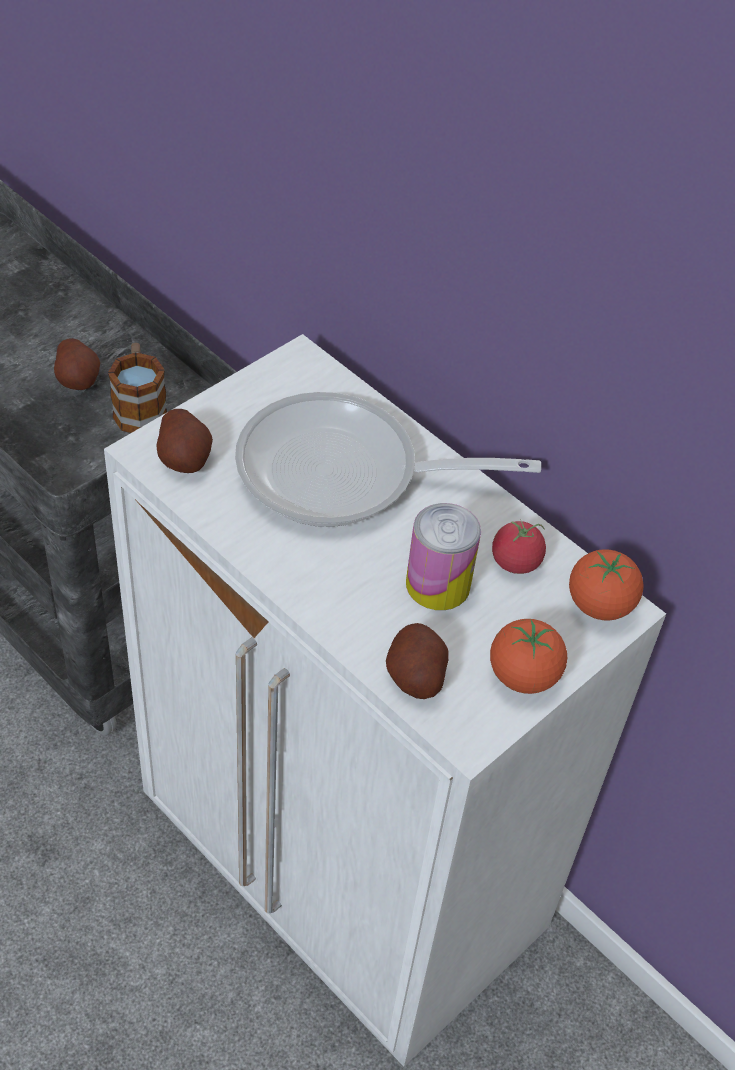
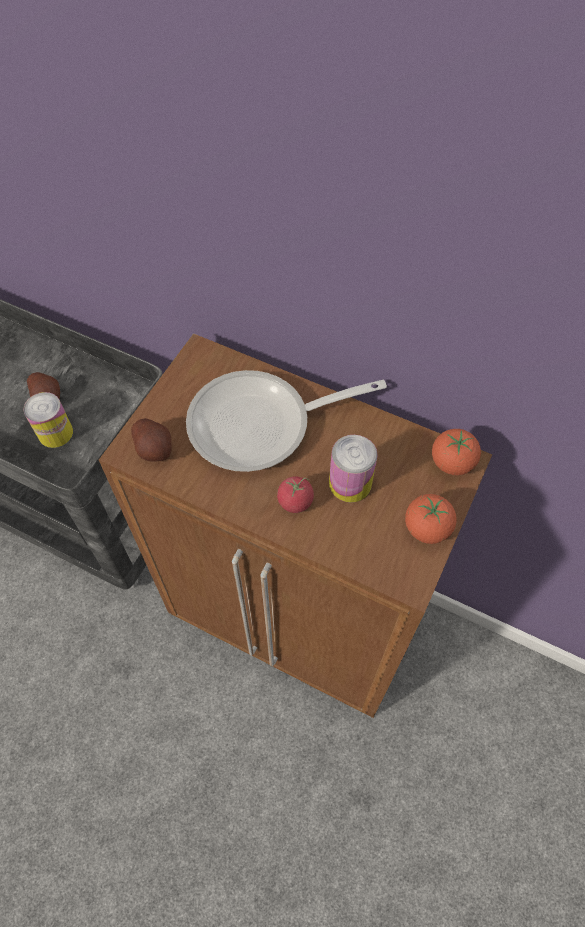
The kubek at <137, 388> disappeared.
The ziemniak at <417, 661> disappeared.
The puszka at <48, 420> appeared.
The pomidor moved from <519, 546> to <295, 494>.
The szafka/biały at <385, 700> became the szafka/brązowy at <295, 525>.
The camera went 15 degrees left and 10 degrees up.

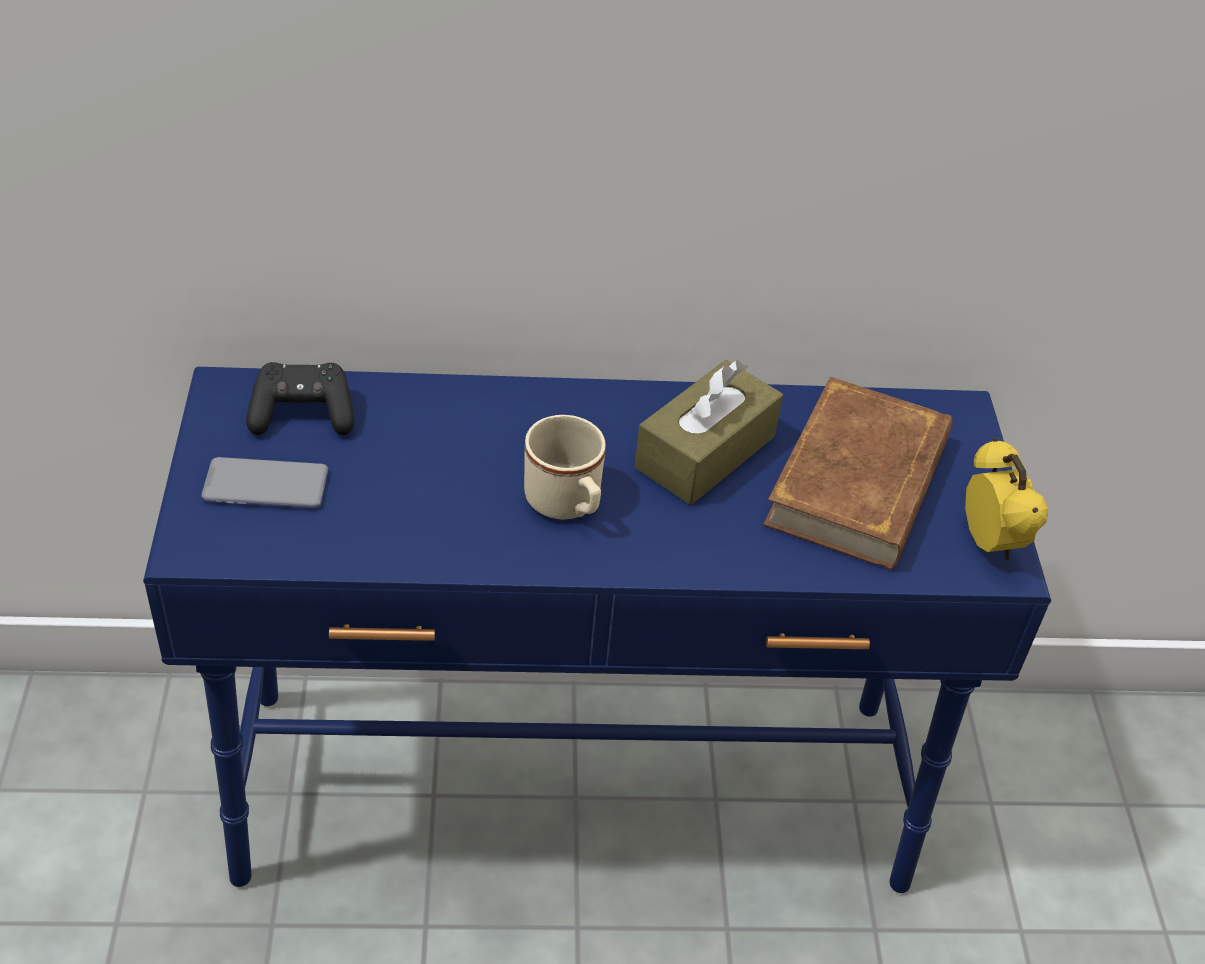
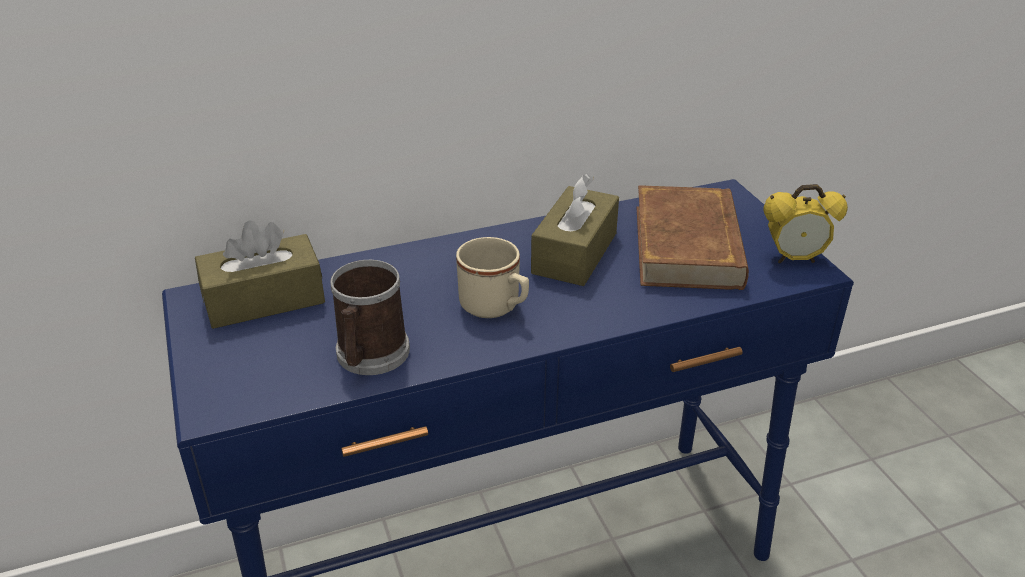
The telefon at <264, 482> disappeared.
The kubek at <370, 317> appeared.
The pad do gier/czarny at <300, 398> was replaced by the pudełko chusteczek/brązowy at <260, 274>.
The budzik at <1006, 499> turned 120 degrees clockwise.
The camera went 15 degrees left and 10 degrees down.

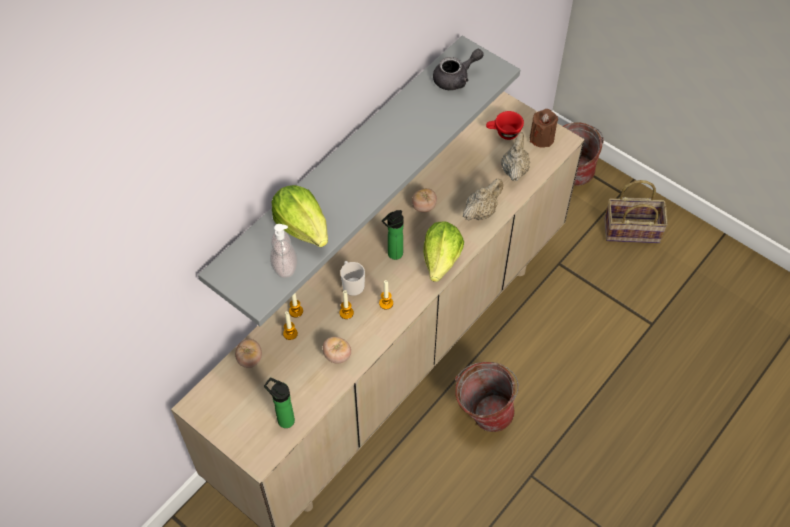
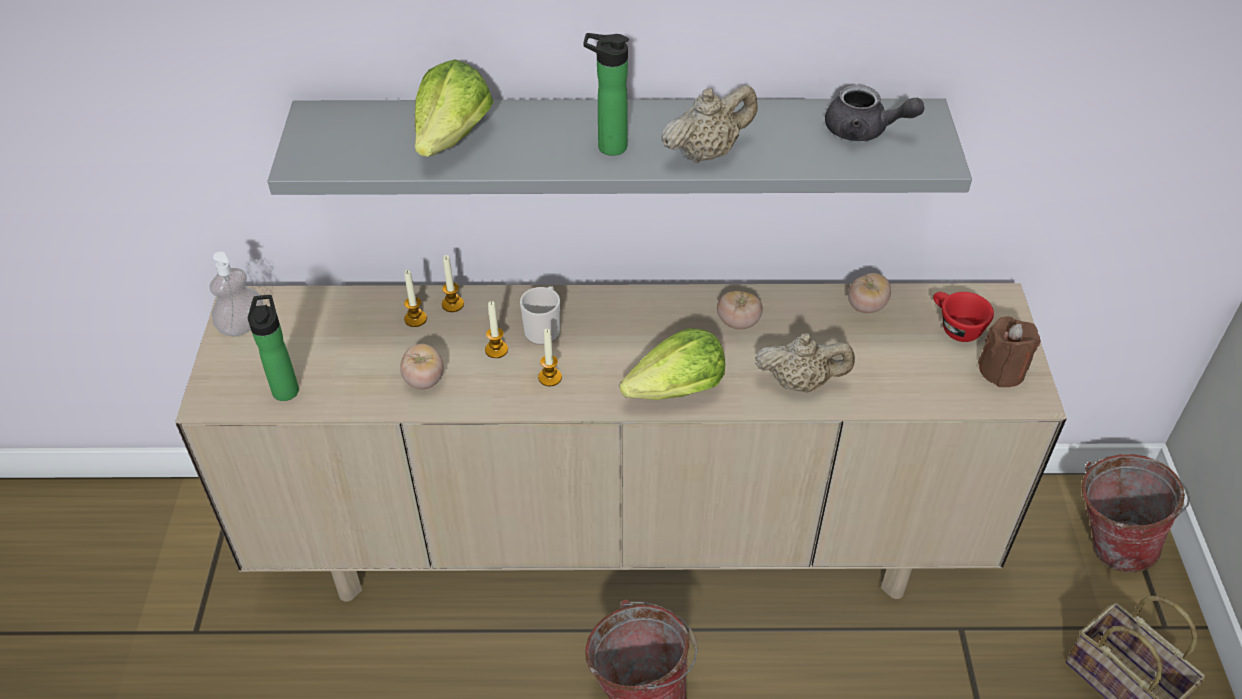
The pomidor moved from <248, 353> to <869, 293>.
The dozownik mydła moved from <284, 251> to <236, 294>.
The butelka moved from <393, 235> to <606, 94>.
The imbryk/beżowy moved from <515, 156> to <709, 124>.
The camera went 50 degrees right and 10 degrees down.

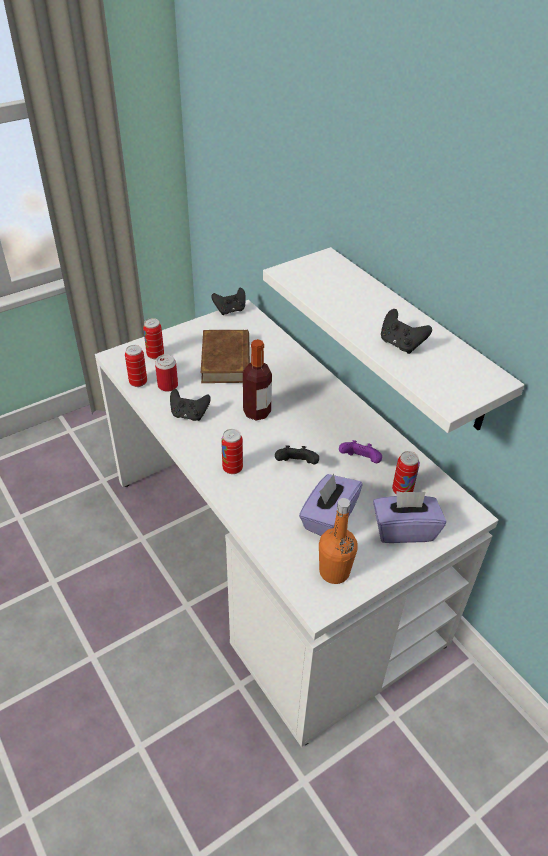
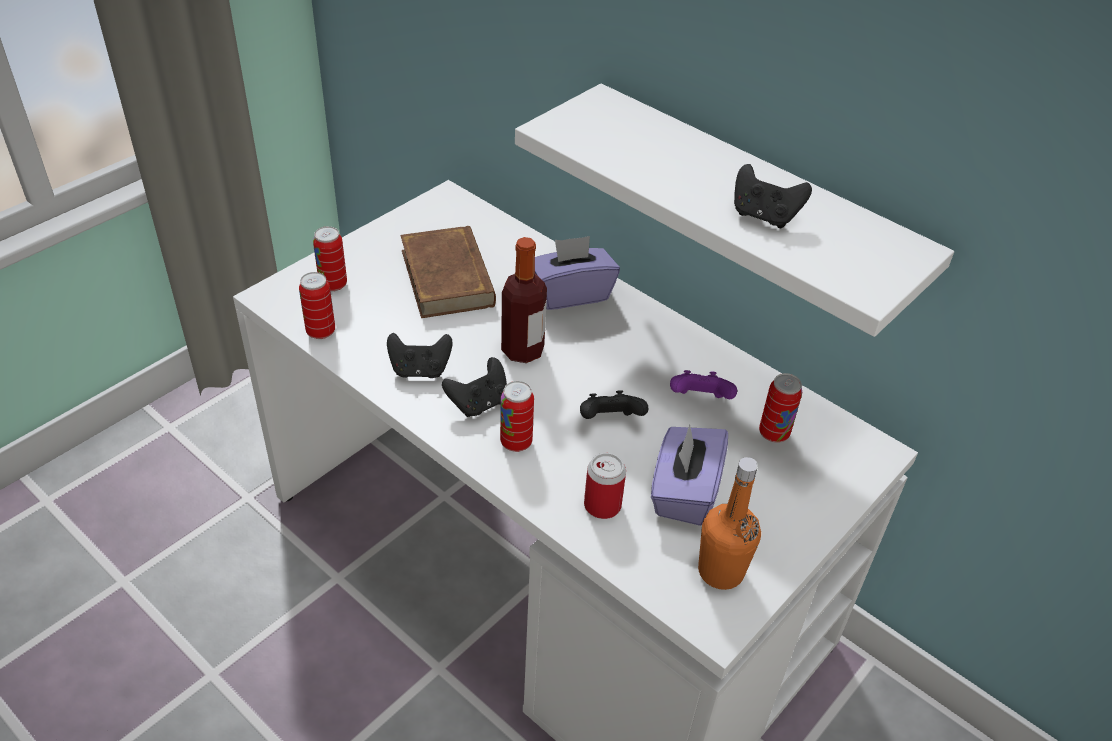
The puszka moved from <166, 373> to <605, 486>.
The pad do gier/czarny moved from <228, 301> to <474, 387>.
The pudełko chusteczek/fioletowy moved from <409, 517> to <577, 273>.
The camera went 15 degrees left and 0 degrees up.

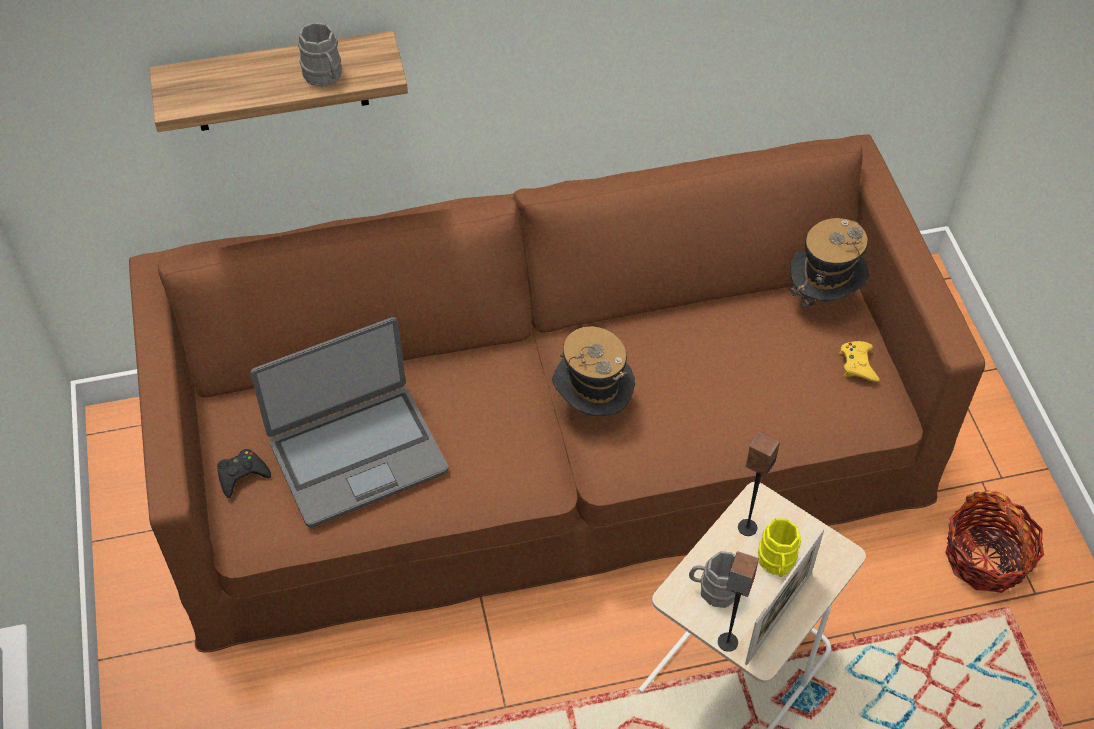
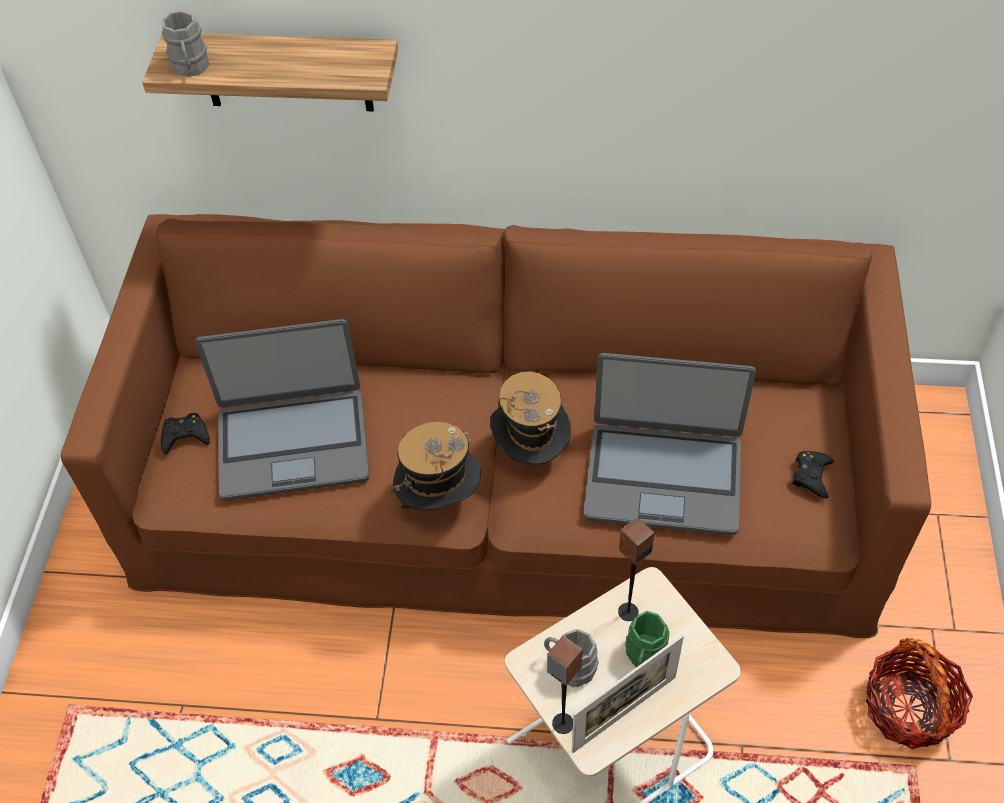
The laptop at <670, 444> appeared.
The kubek/szary moved from <320, 54> to <185, 44>.
The kapelusz moved from <830, 271> to <435, 474>.
The kubek/żółty at <779, 547> became the kubek/zielony at <647, 639>.
The pad do gier/żółty at <859, 361> became the pad do gier/czarny at <813, 474>.
The camera went 20 degrees right and 0 degrees up.

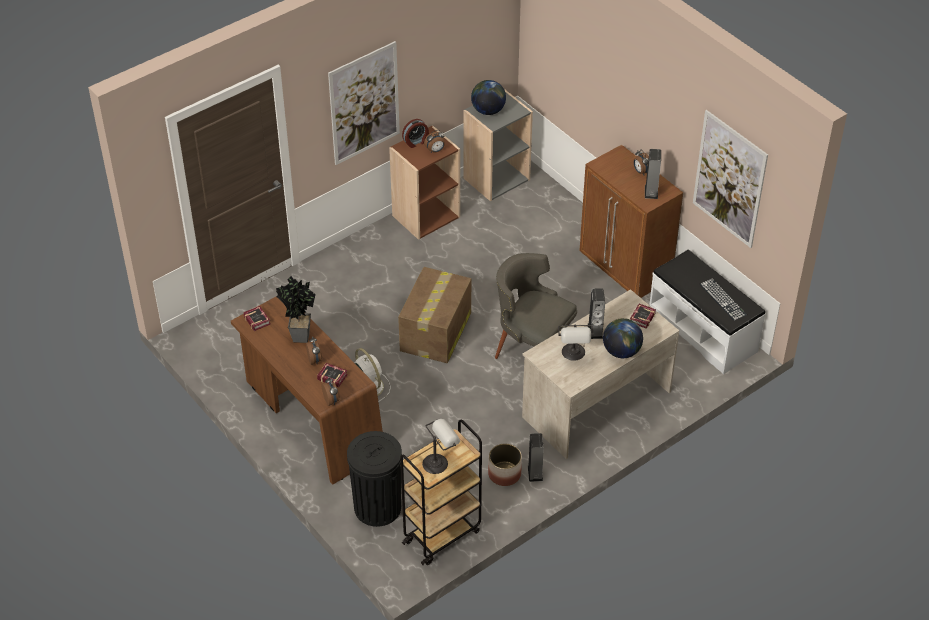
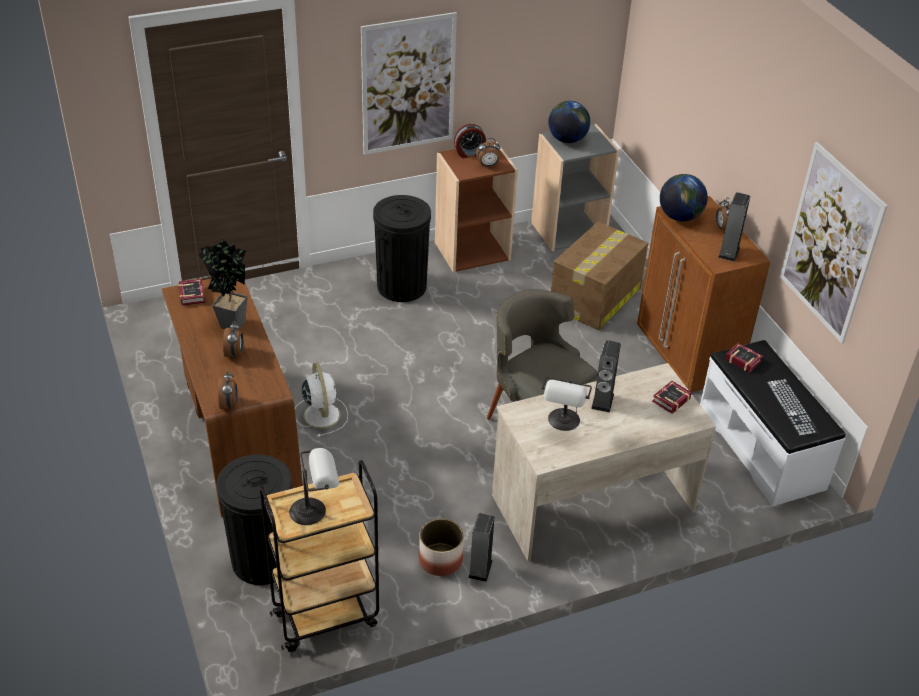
The kosz na śmieci/czarny at <402, 248> appeared.
The książka moved from <332, 375> to <744, 358>.
The karton moved from <434, 315> to <599, 276>.
The globus moved from <623, 338> to <684, 197>.
The camera went 15 degrees right and 5 degrees down.

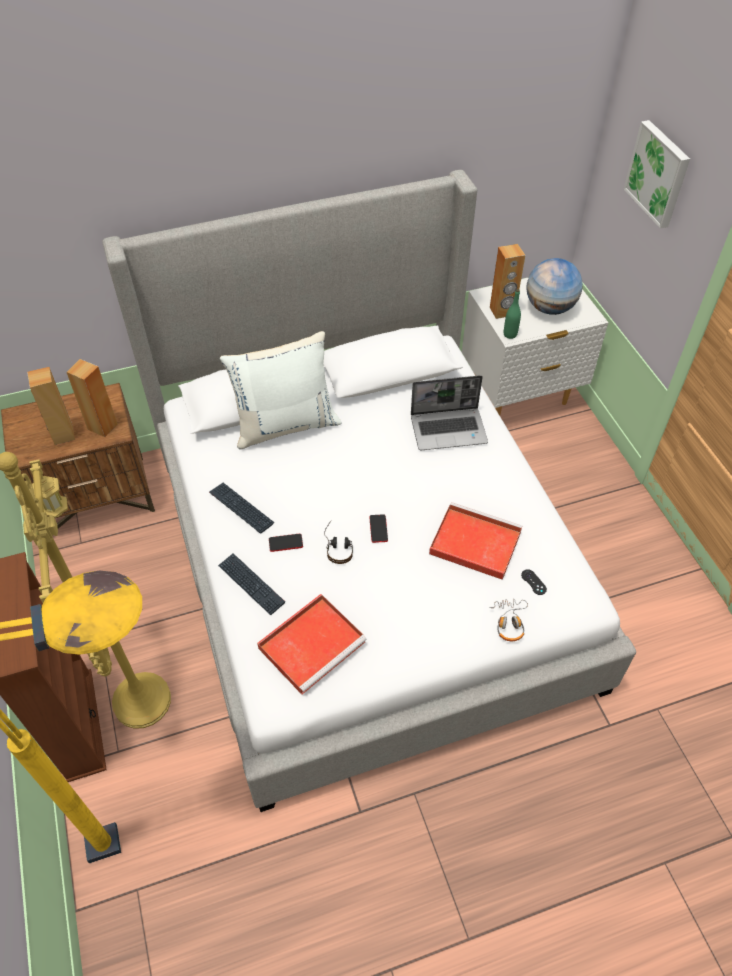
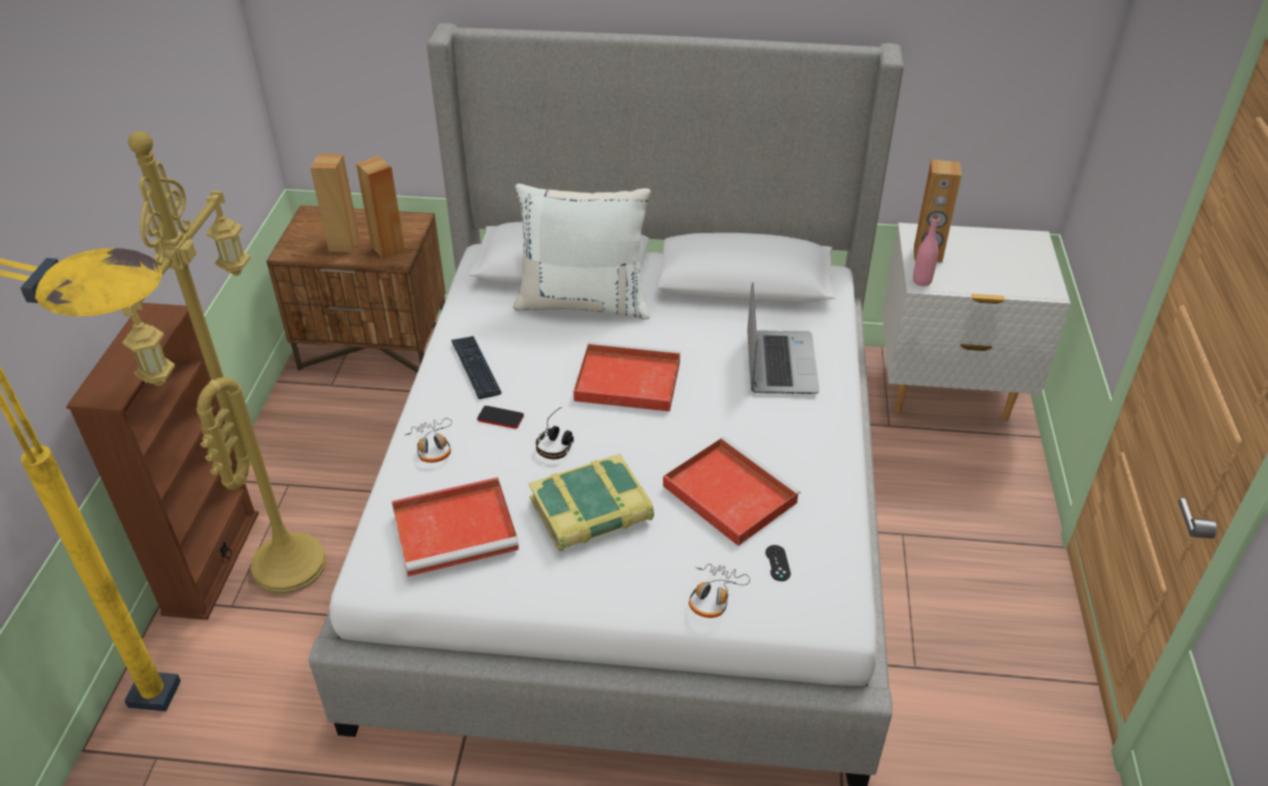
The telefon at <378, 528> disappeared.
The globus at <555, 286> disappeared.
The obraz at <656, 174> disappeared.
The książka at <591, 502> appeared.
The taca/czerwony at <627, 377> appeared.
The klawiatura at <251, 584> was replaced by the słuchawki at <428, 440>.
The butelka/zielony at <512, 314> became the butelka/różowy at <926, 250>.
The laptop at <449, 412> turned 105 degrees counterclockwise.
The camera went 25 degrees right and 10 degrees down.

